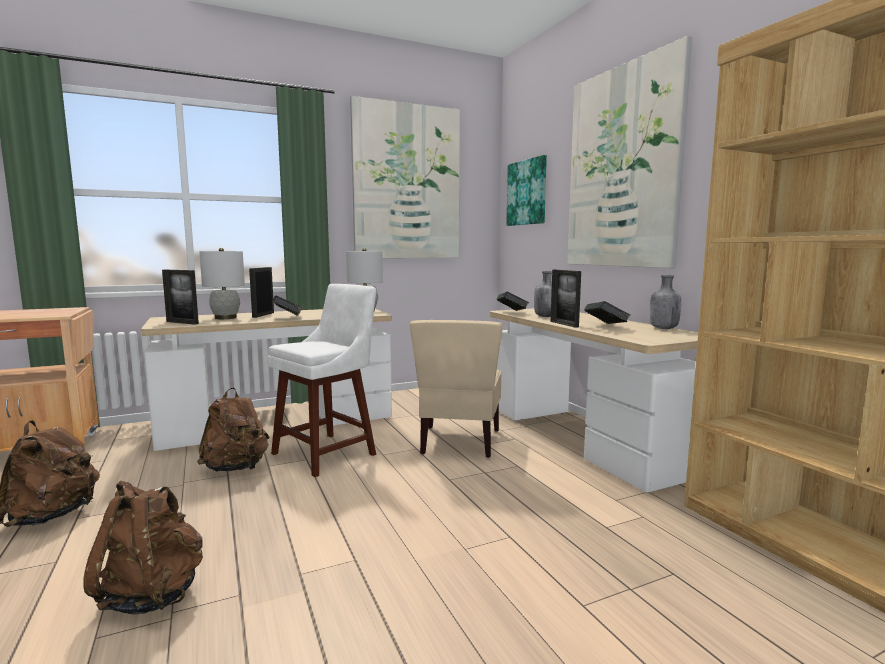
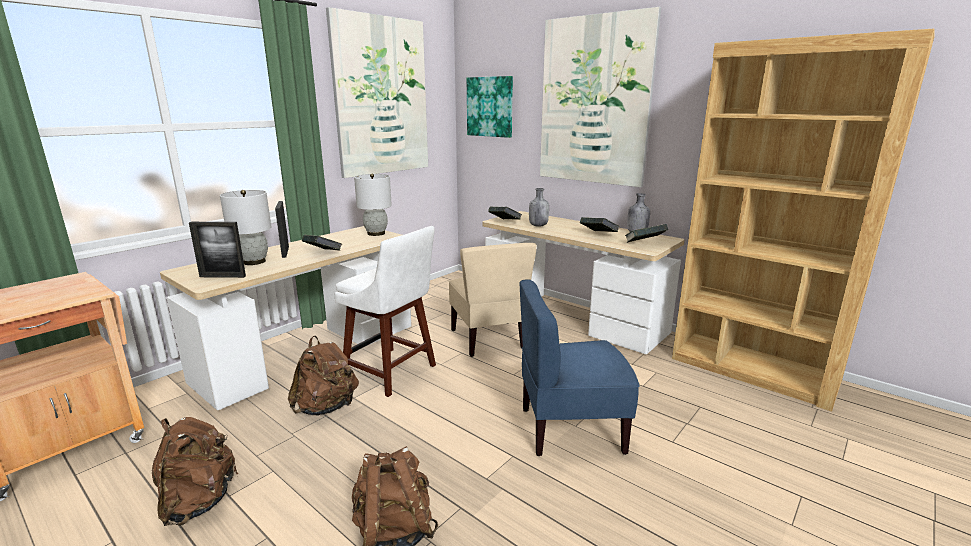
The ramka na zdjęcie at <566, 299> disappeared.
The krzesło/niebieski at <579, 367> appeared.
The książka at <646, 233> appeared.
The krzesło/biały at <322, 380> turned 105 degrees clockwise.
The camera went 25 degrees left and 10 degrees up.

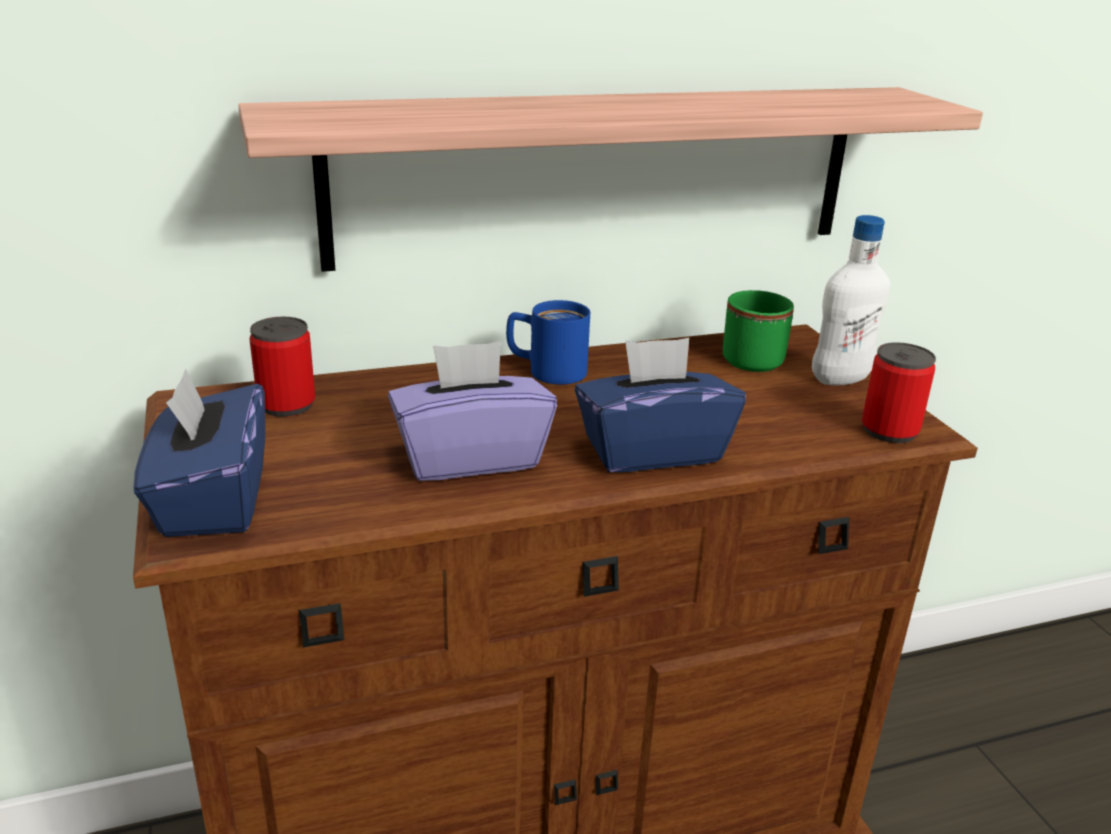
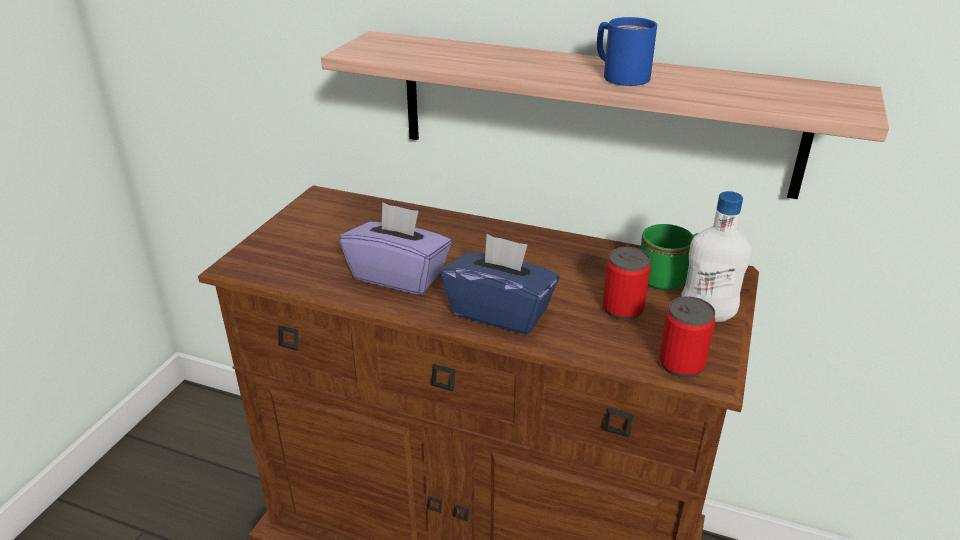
The pudełko chusteczek/niebieski at <199, 453> disappeared.
The puszka moved from <282, 367> to <627, 283>.
The kubek/niebieski moved from <548, 342> to <627, 51>.
The camera went 40 degrees right and 5 degrees up.

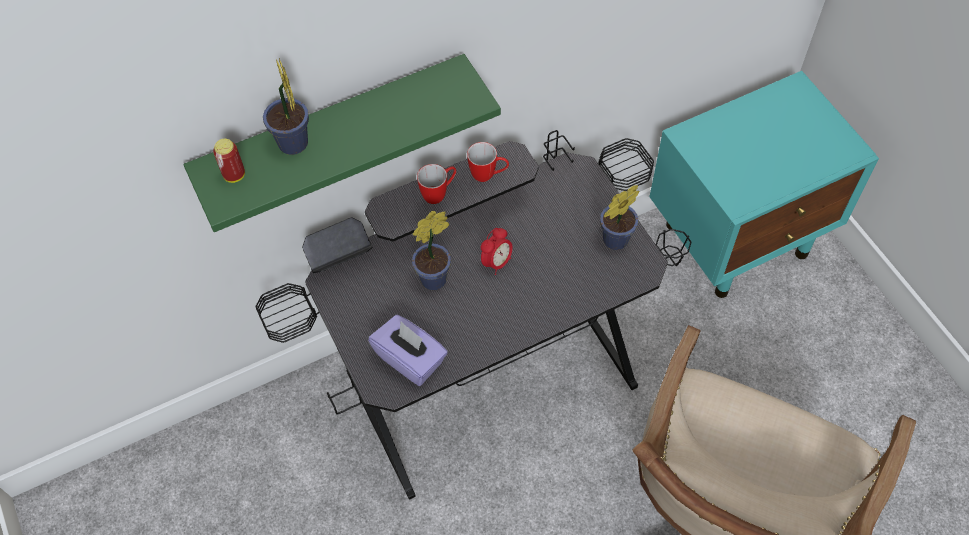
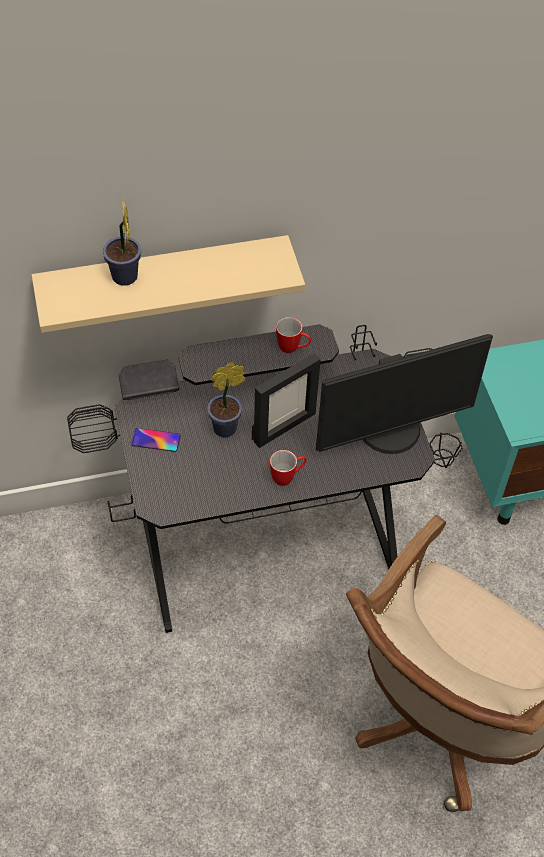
The puszka at <229, 161> disappeared.
The pudełko chusteczek/fioletowy at <408, 350> disappeared.
The telefon at <156, 440> appeared.
The kubek moved from <436, 184> to <288, 468>.
The budzik at <497, 251> was replaced by the ramka na zdjęcie at <286, 400>.
The roślina doniczkowa at <620, 217> was replaced by the monitor at <404, 394>.
The półka/zielony at <342, 143> became the półka/beżowy at <168, 284>.
The camera went 10 degrees right and 5 degrees down.

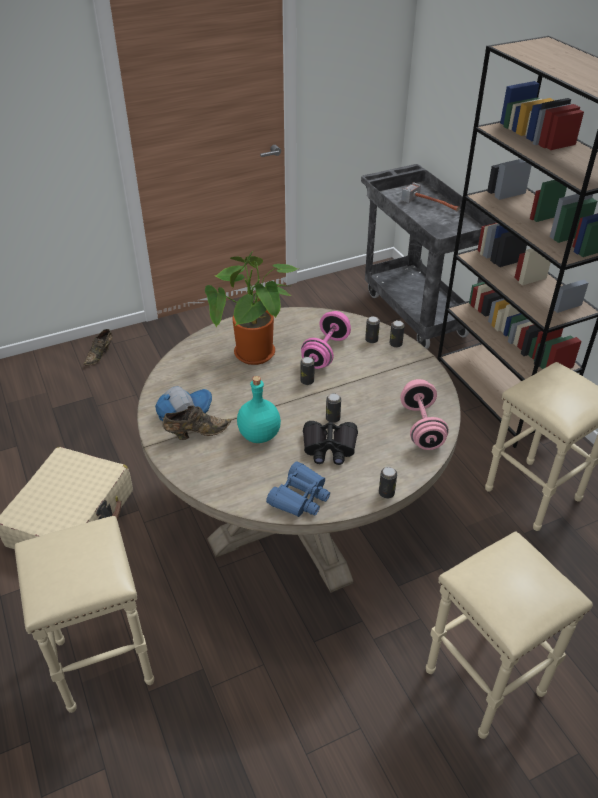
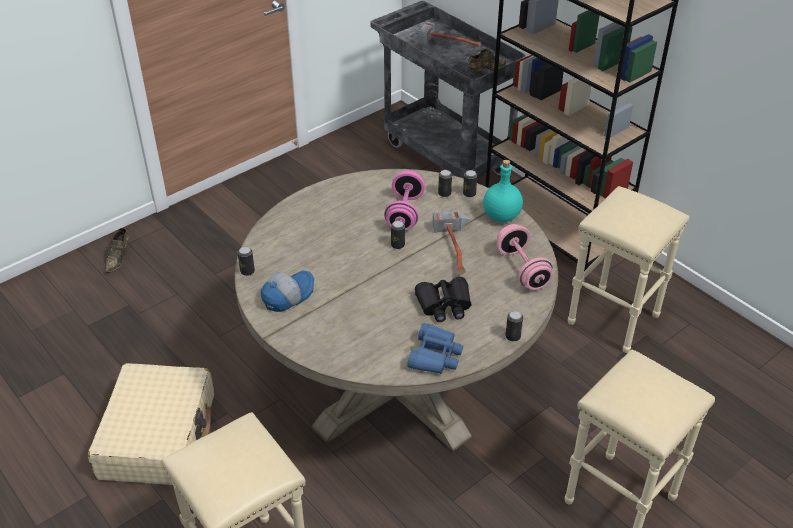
The roślina doniczkowa at <251, 308> disappeared.
The młotek at <452, 242> appeared.
The but/brązowy moved from <197, 422> to <487, 63>.
The butelka/turkusowy moved from <259, 409> to <503, 191>.
The puszka moved from <333, 408> to <246, 261>.
The camera went 15 degrees left and 0 degrees up.

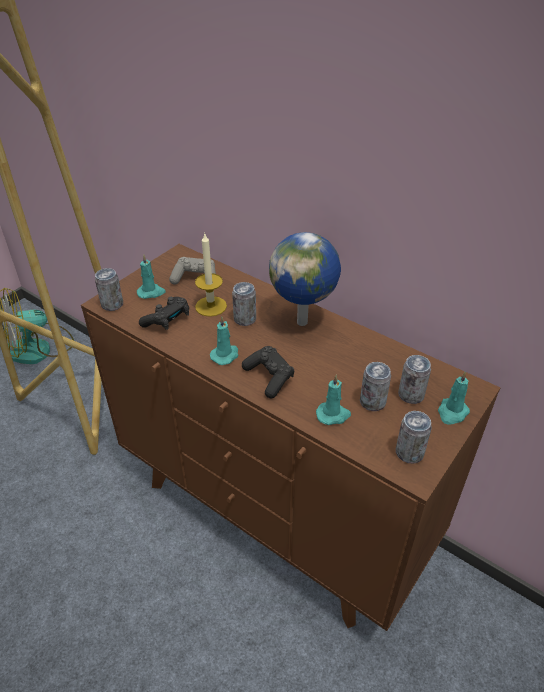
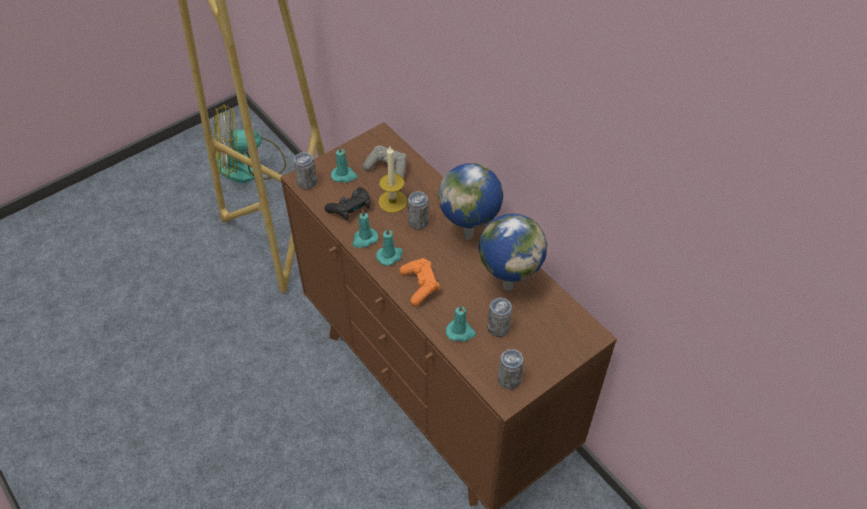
The puszka at <414, 379> disappeared.
The globus at <513, 252> appeared.
The świeca/turkusowy moved from <454, 398> to <365, 228>.
The pad do gier/czarny at <268, 372> became the pad do gier/pomarańczowy at <419, 282>.
The camera went 15 degrees right and 10 degrees up.

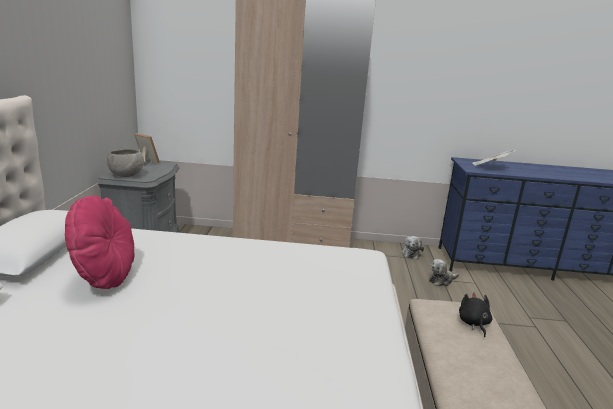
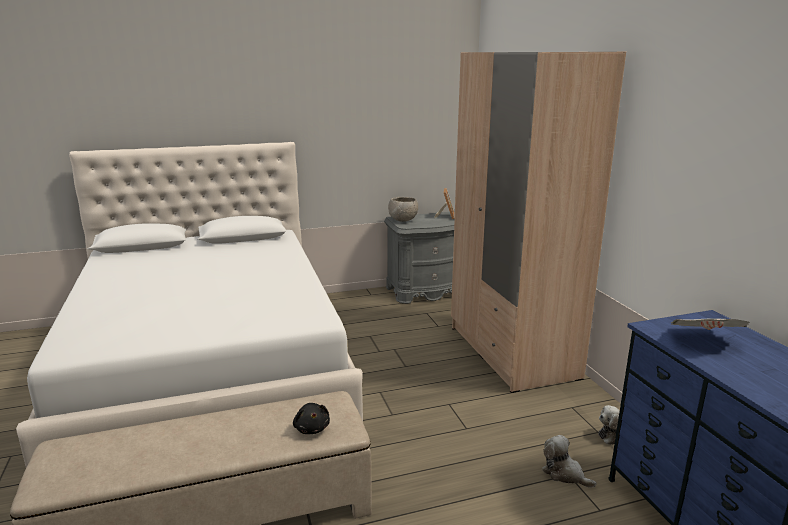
The poduszka/różowy at <99, 242> disappeared.
The pluszak/czarny at <476, 314> turned 90 degrees clockwise.
The camera went 70 degrees right and 0 degrees up.

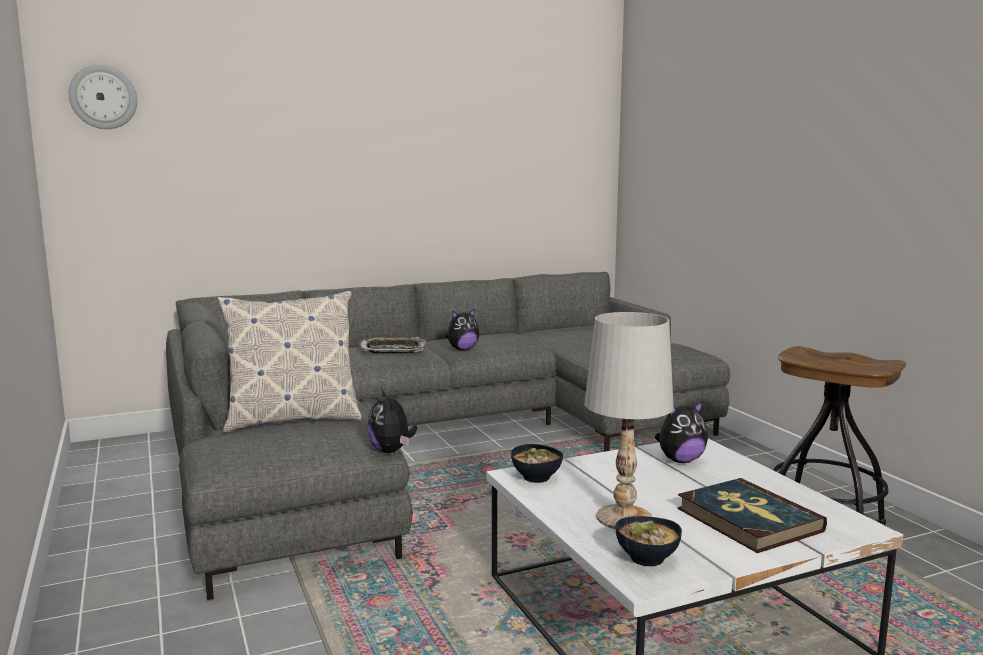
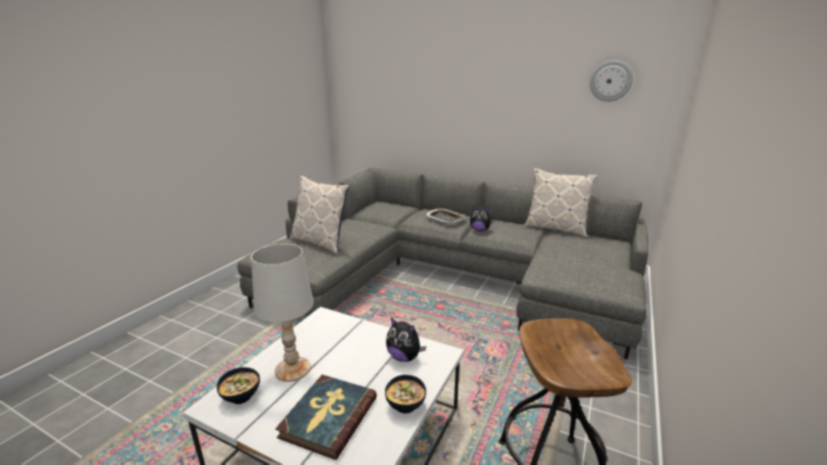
The pluszak at <392, 420> disappeared.
The poduszka at <560, 203> appeared.
The zegar ścienny moved from <103, 97> to <611, 81>.
The miska moved from <537, 463> to <405, 394>.
The camera went 50 degrees right and 10 degrees up.

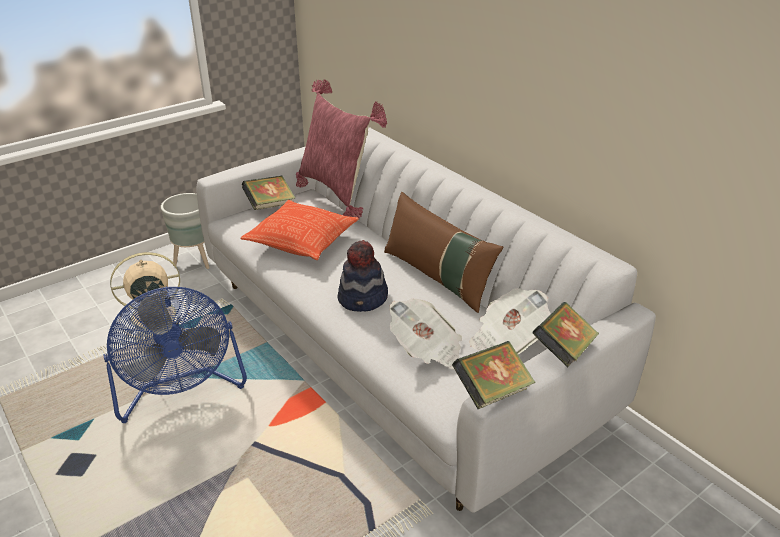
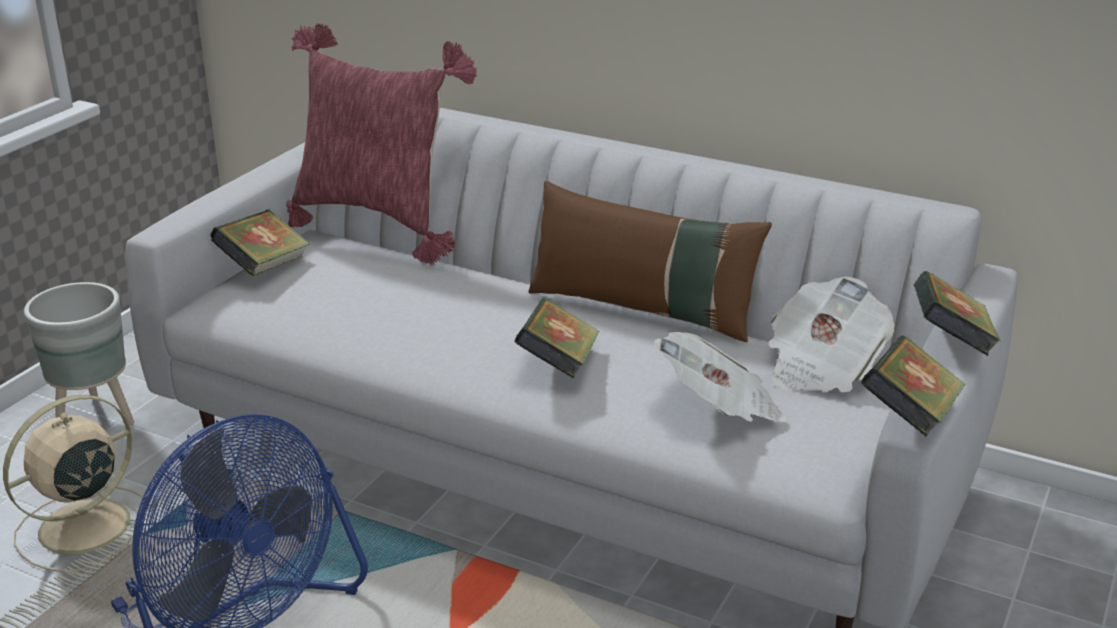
The poduszka/pomarańczowy at <299, 230> disappeared.
The kapelusz at <363, 276> was replaced by the książka at <557, 338>.
The camera went 25 degrees left and 5 degrees down.

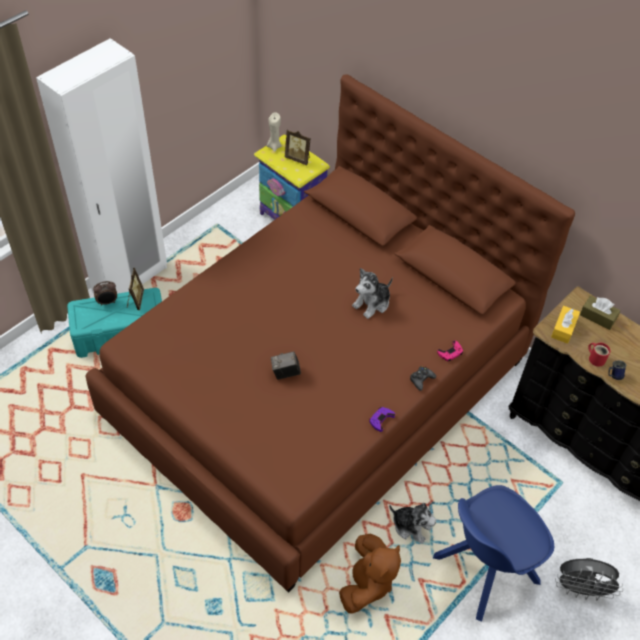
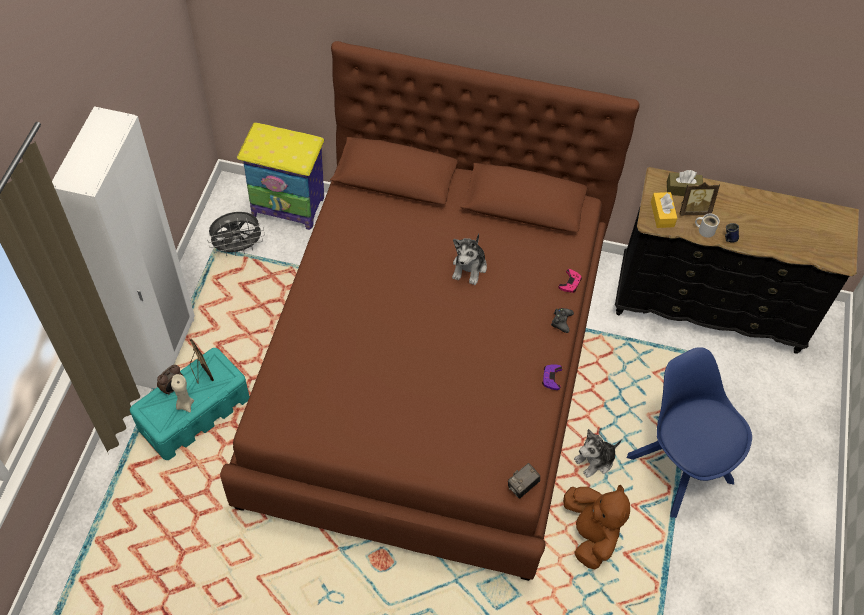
The świeca/beżowy moved from <274, 132> to <182, 393>.
The aparat fotograficzny moved from <286, 365> to <524, 481>.
The ramka na zdjęcie moved from <297, 147> to <700, 199>.
The wentylator/szary moved from <589, 579> to <236, 234>.
The kubek/czerwony at <599, 355> became the kubek/biały at <707, 226>.
The pluszak at <412, 523> turned 150 degrees clockwise.
The krzesło/niebieski at <493, 553> turned 120 degrees clockwise.
The camera went 30 degrees left and 5 degrees up.

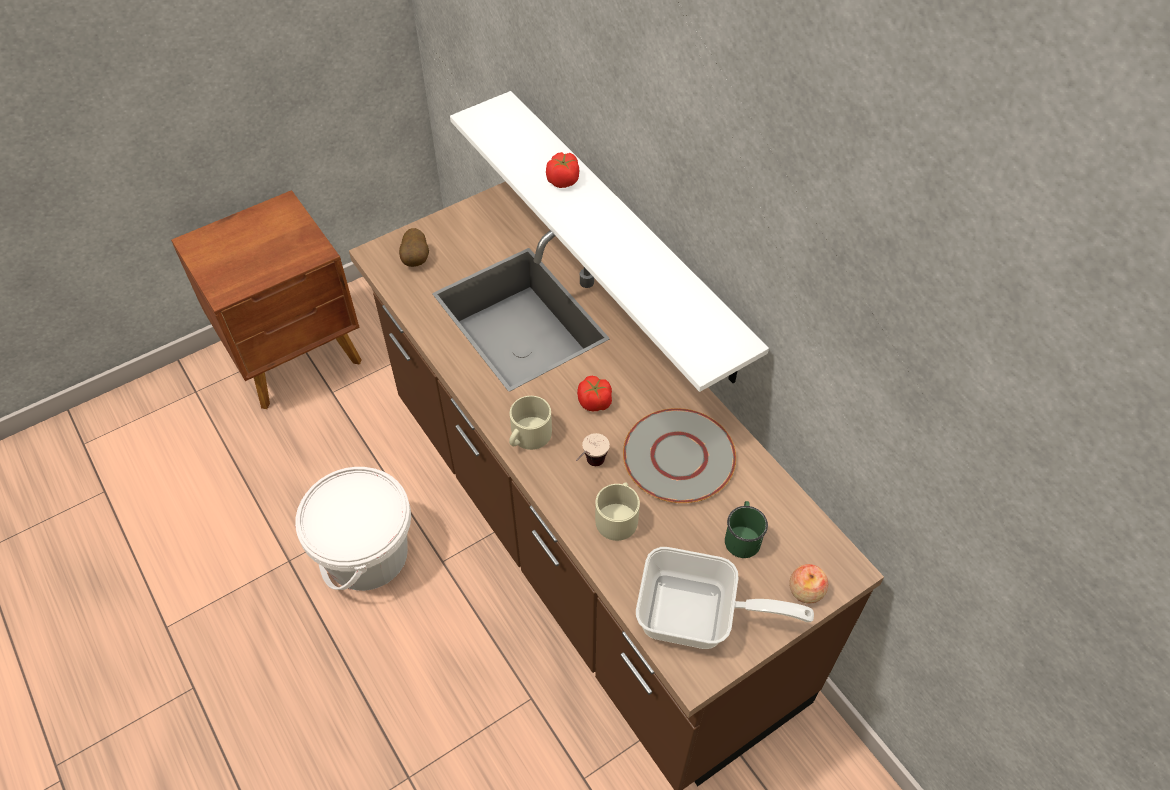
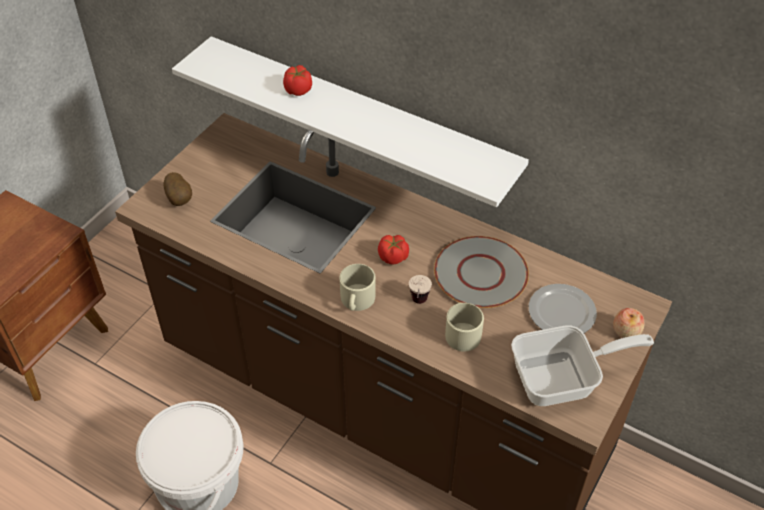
The kubek/zielony at <746, 529> was replaced by the talerz at <563, 308>.
The camera went 25 degrees left and 5 degrees down.

